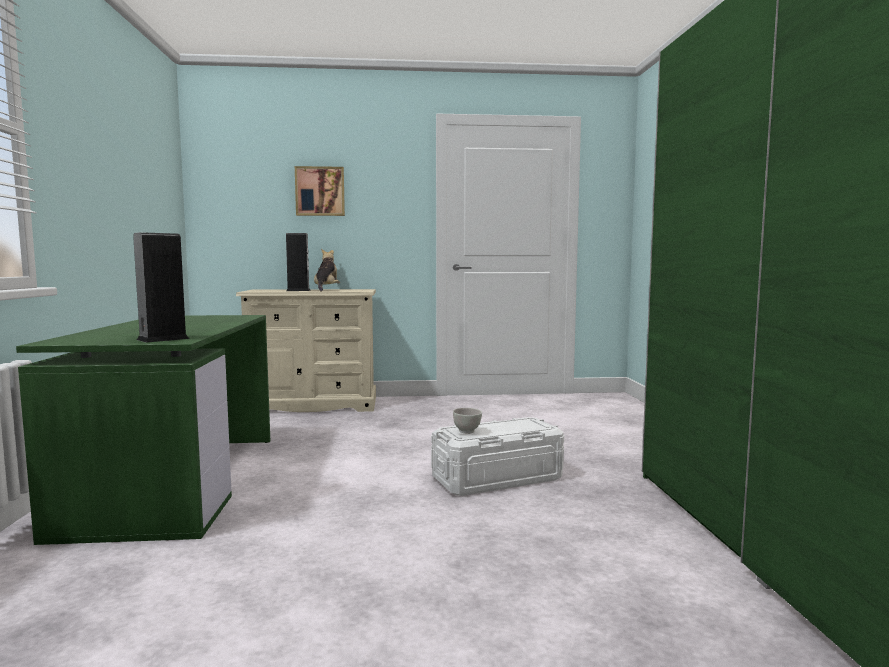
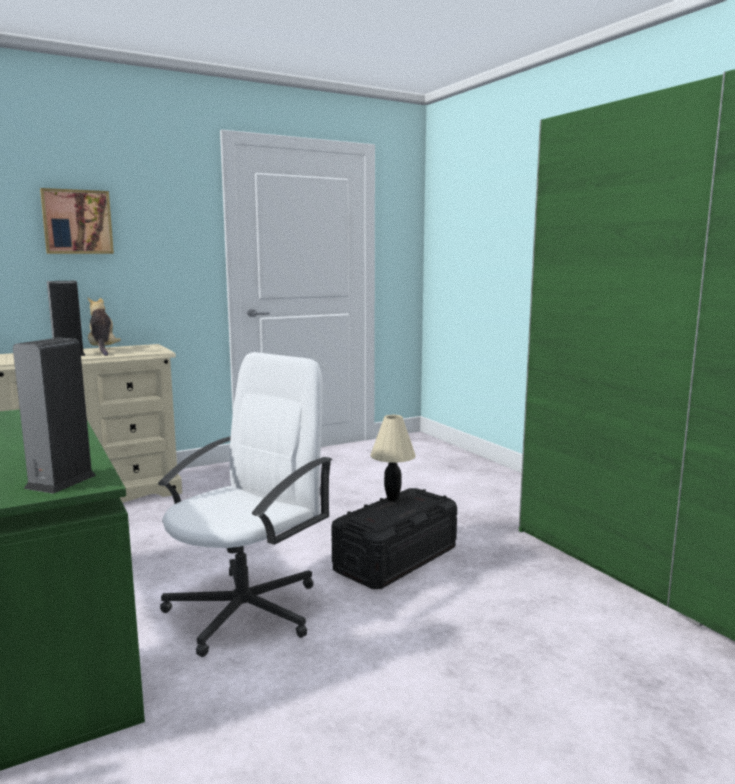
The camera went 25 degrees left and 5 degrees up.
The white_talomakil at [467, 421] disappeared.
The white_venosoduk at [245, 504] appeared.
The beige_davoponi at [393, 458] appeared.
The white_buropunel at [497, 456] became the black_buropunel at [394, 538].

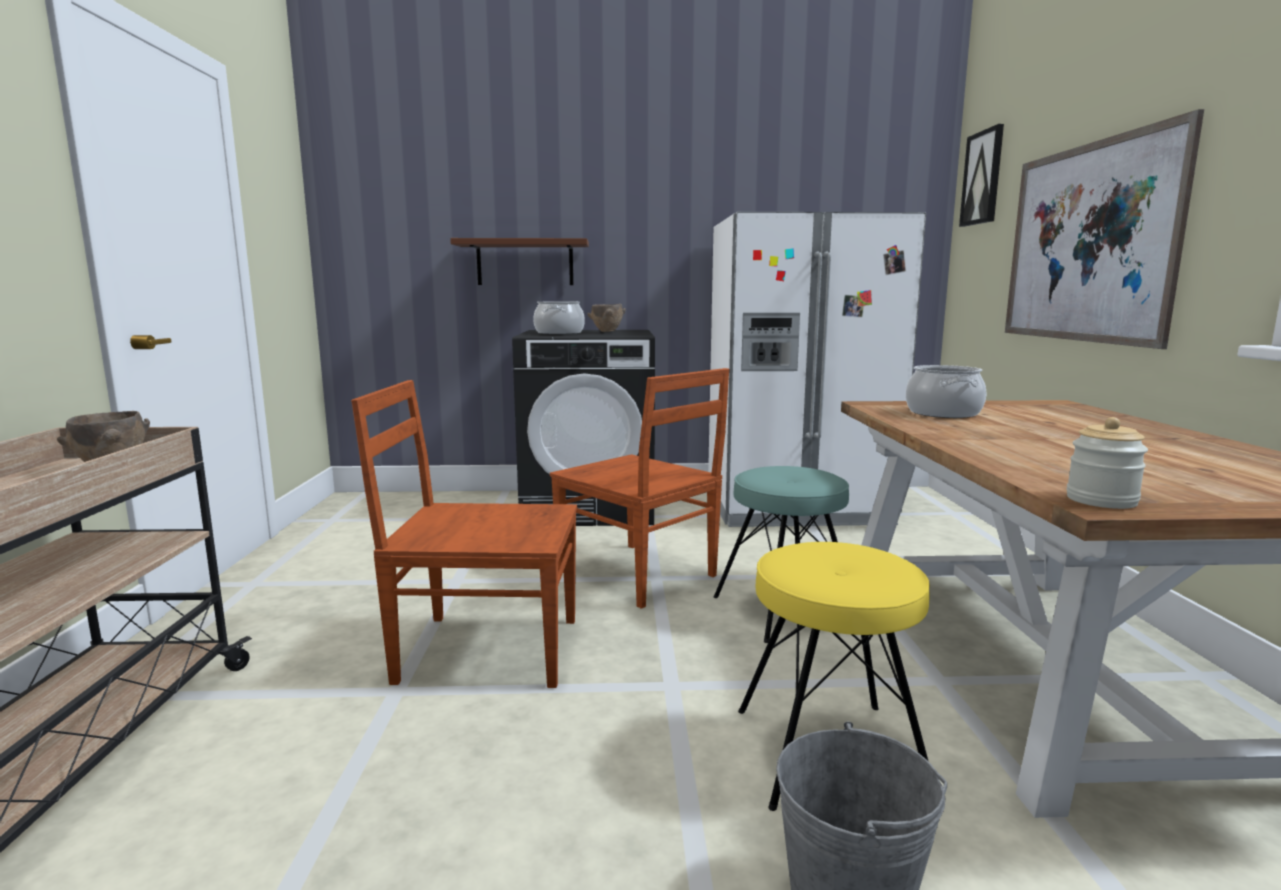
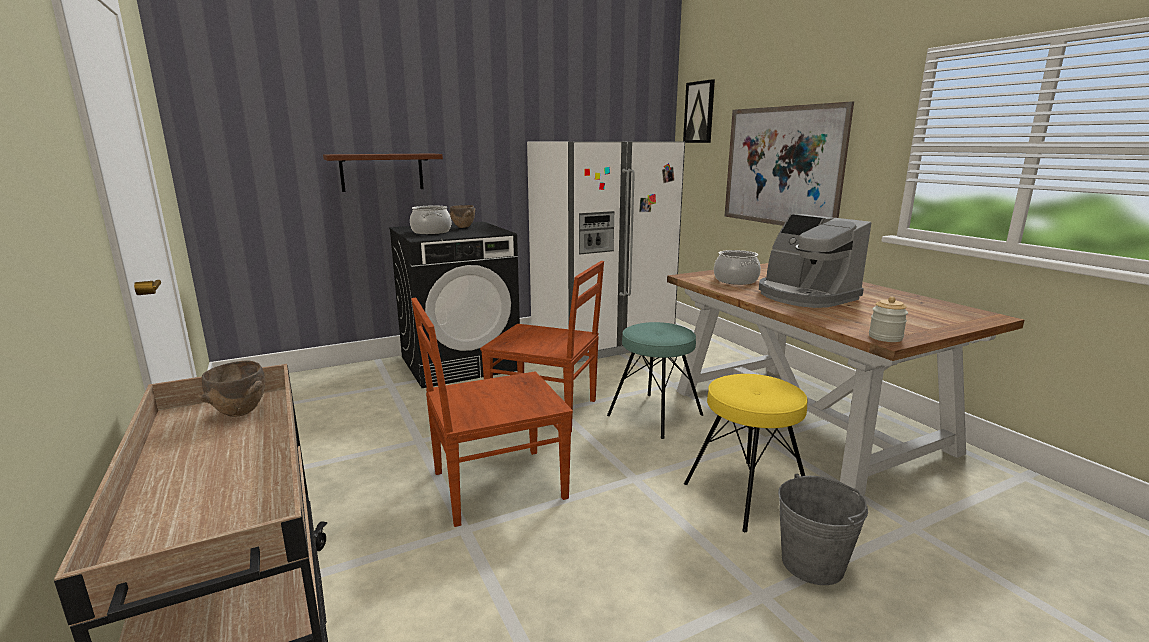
The camera went 25 degrees left and 5 degrees up.
The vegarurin at [815, 261] appeared.

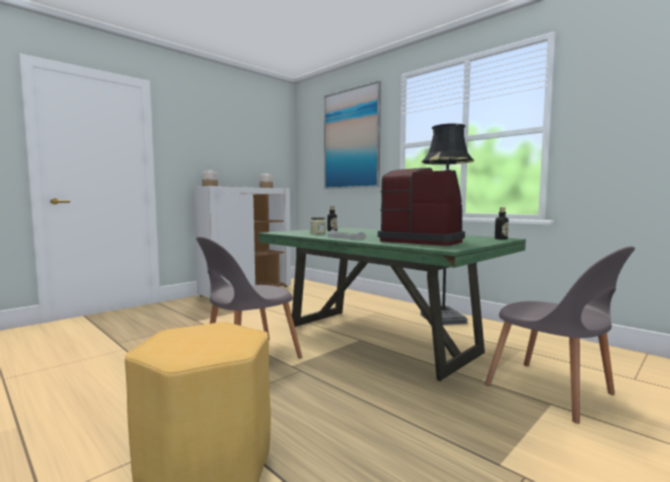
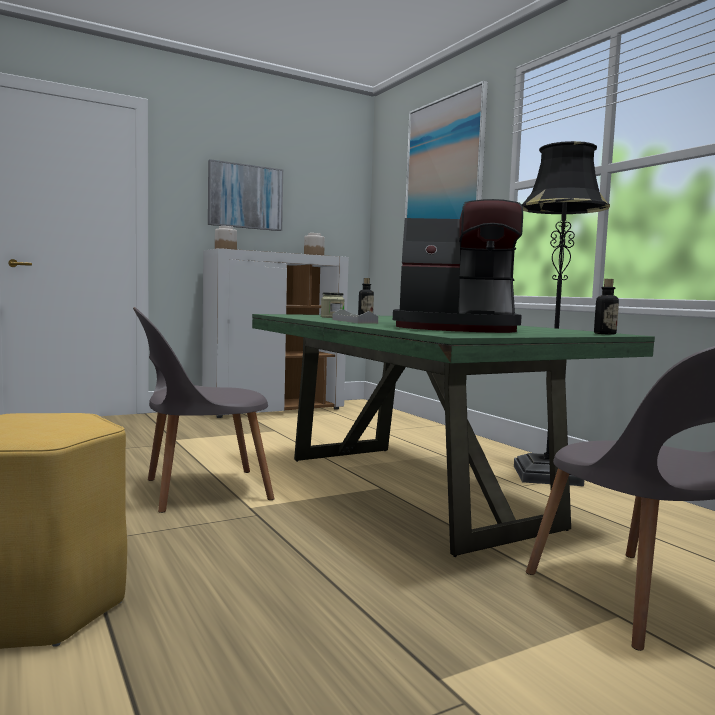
The camera went 15 degrees right and 0 degrees up.
The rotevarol at [245, 195] appeared.
The vegarurin at [421, 207] turned 135 degrees clockwise.

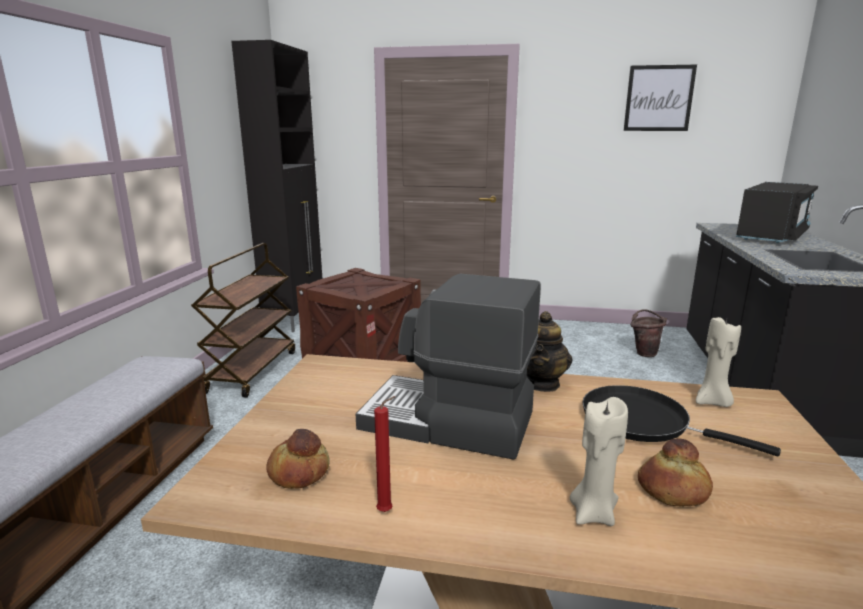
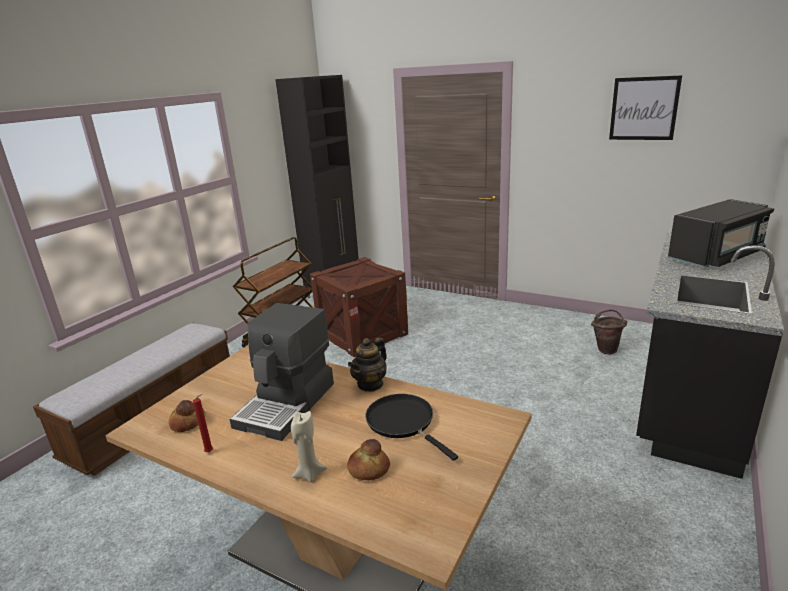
The camera went 20 degrees right and 5 degrees up.
The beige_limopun at [718, 362] disappeared.
The vegarurin at [448, 367] turned 105 degrees counterclockwise.

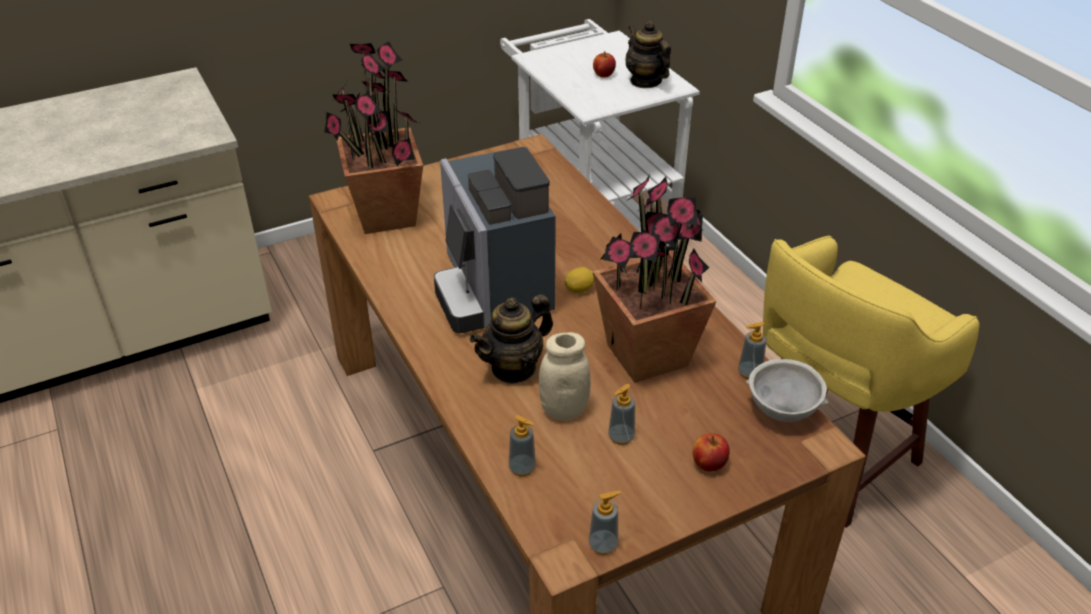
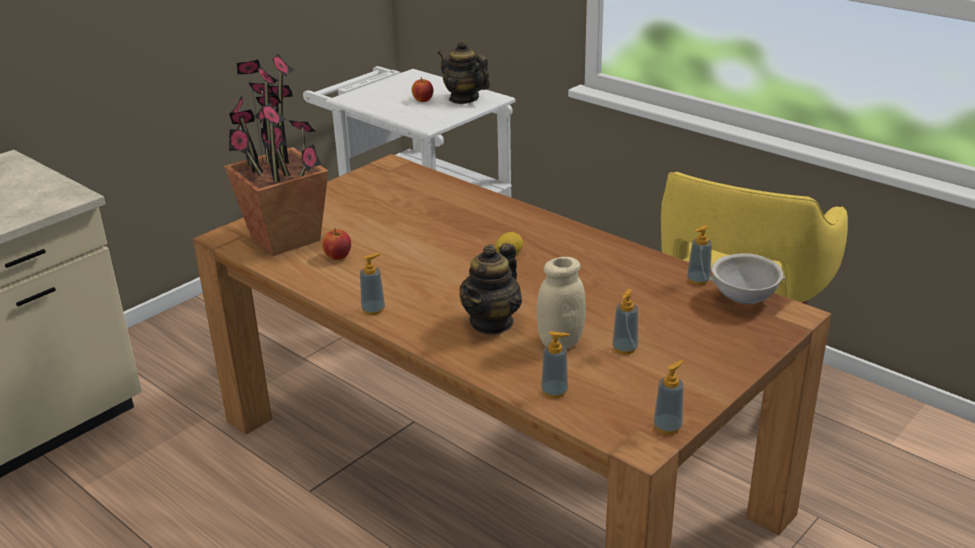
The camera went 20 degrees left and 10 degrees down.
The vegarurin at [495, 240] disappeared.
The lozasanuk at [654, 279] disappeared.
The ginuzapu at [372, 284] appeared.
The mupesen moved from [711, 452] to [336, 244].

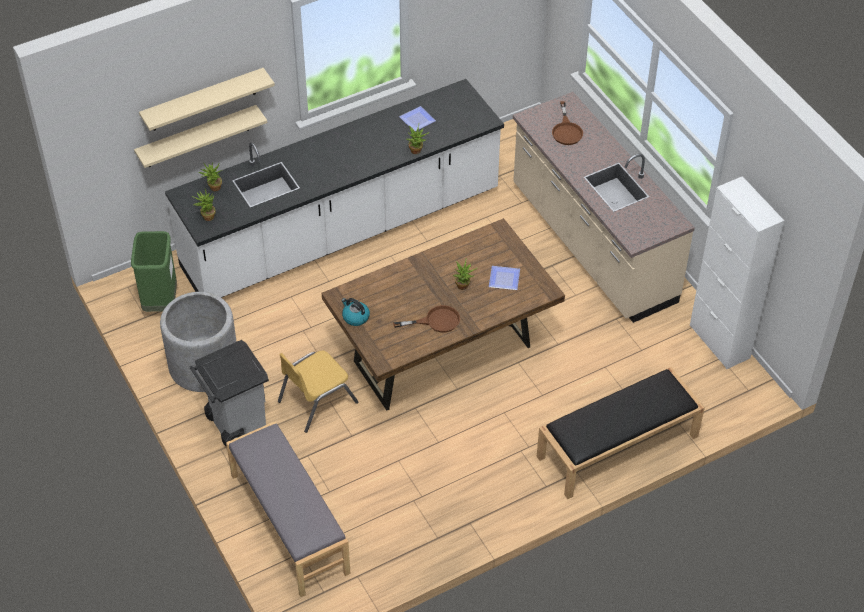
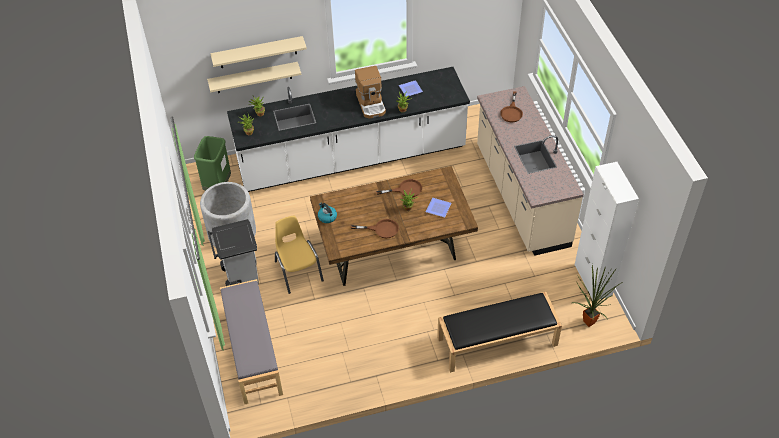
The camera went 15 degrees right and 0 degrees up.
The vegarurin at [370, 92] appeared.
The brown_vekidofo at [399, 188] appeared.
The lozasanuk at [597, 296] appeared.
The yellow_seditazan at [318, 392] turned 90 degrees clockwise.

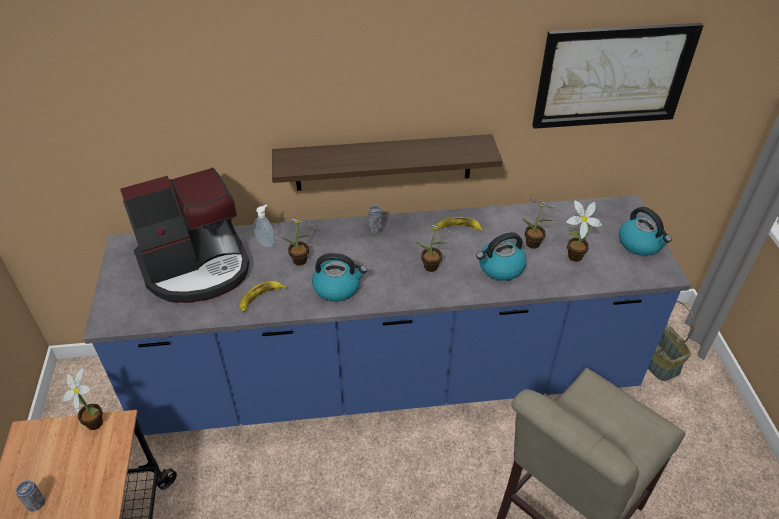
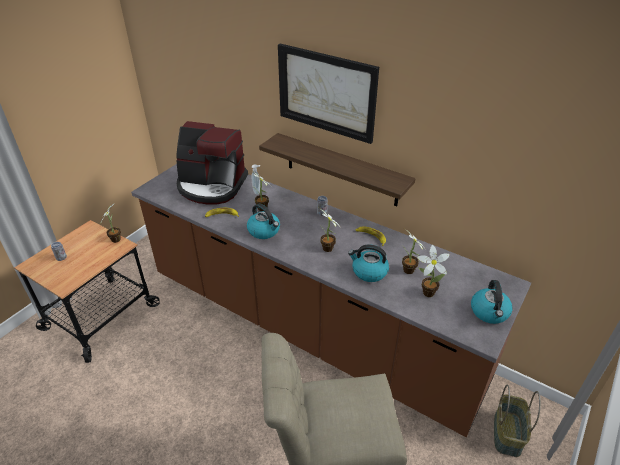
The camera went 40 degrees right and 5 degrees down.
The rotevarol moved from [618, 76] to [328, 93].
The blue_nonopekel at [387, 315] became the brown_nonopekel at [331, 300].

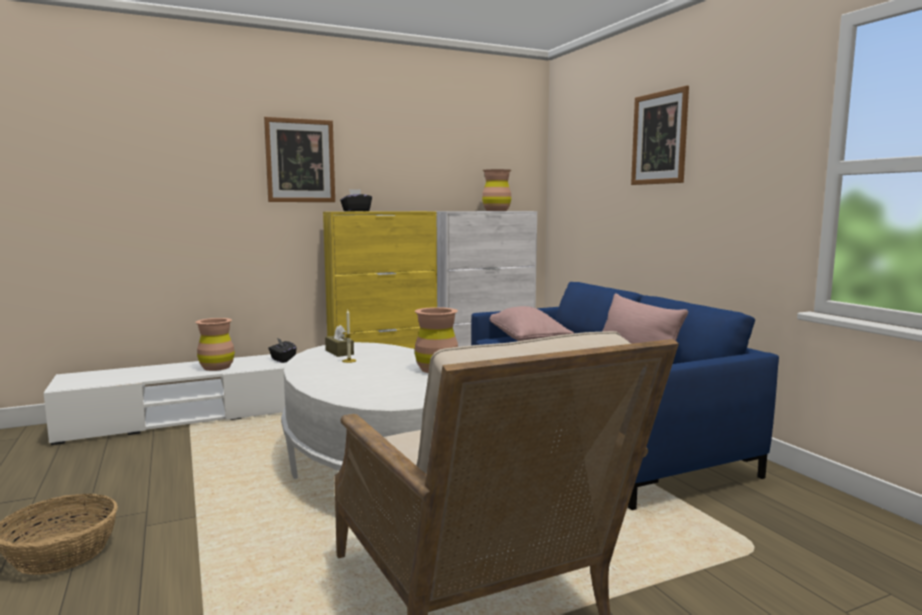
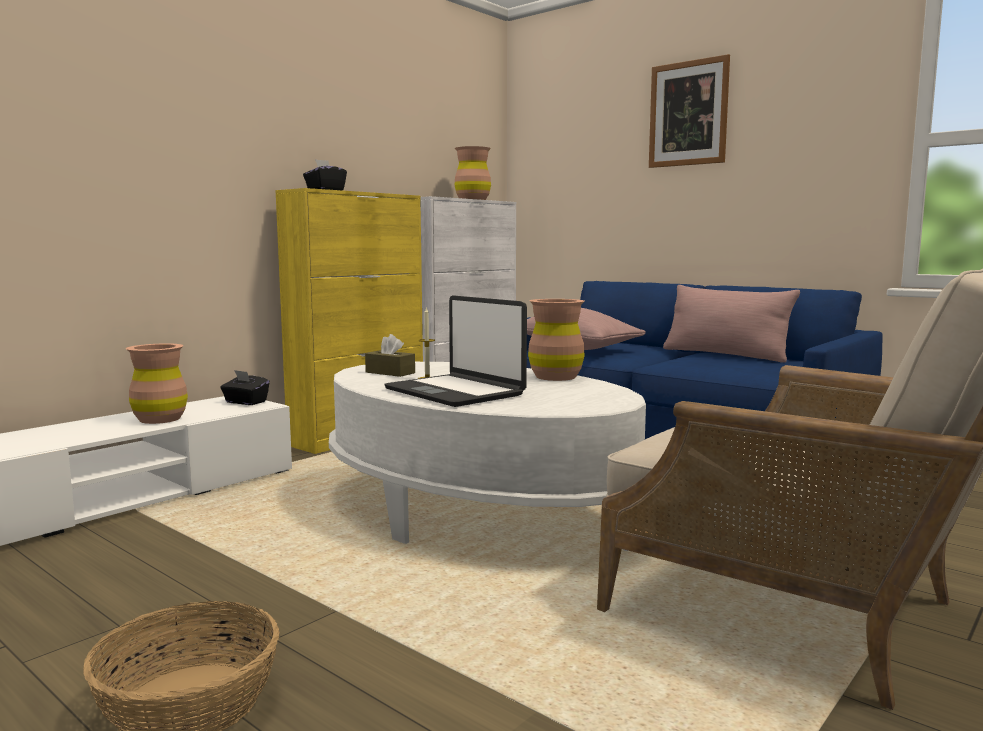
The camera went 25 degrees left and 0 degrees up.
The rotevarol at [299, 159] disappeared.
The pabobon at [455, 351] appeared.

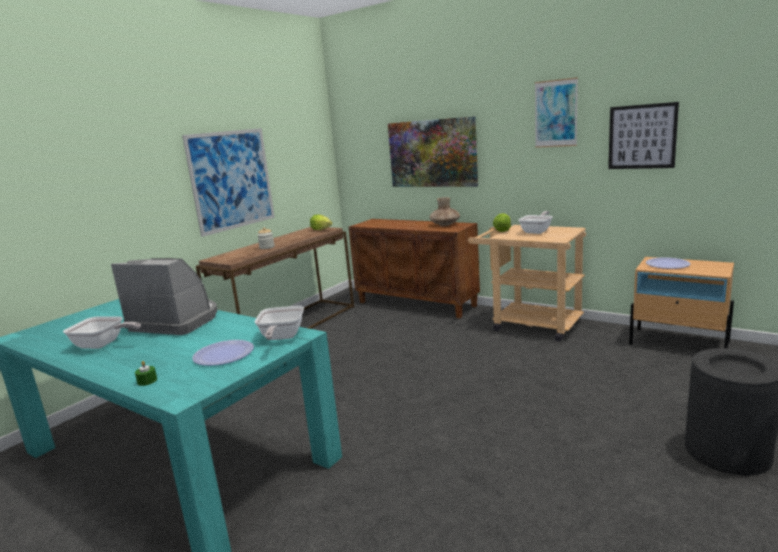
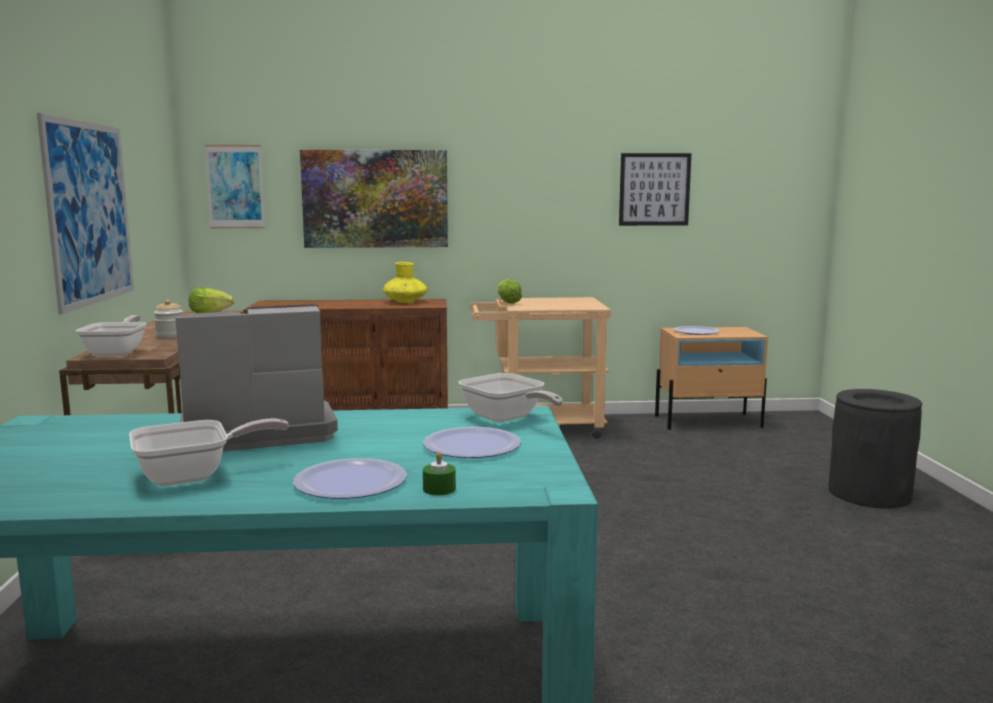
The camera went 40 degrees left and 5 degrees down.
The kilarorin at [350, 478] appeared.
The vekidofo moved from [535, 222] to [111, 335].
The rotevarol moved from [556, 112] to [235, 186].
The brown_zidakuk at [445, 211] became the yellow_zidakuk at [405, 282].

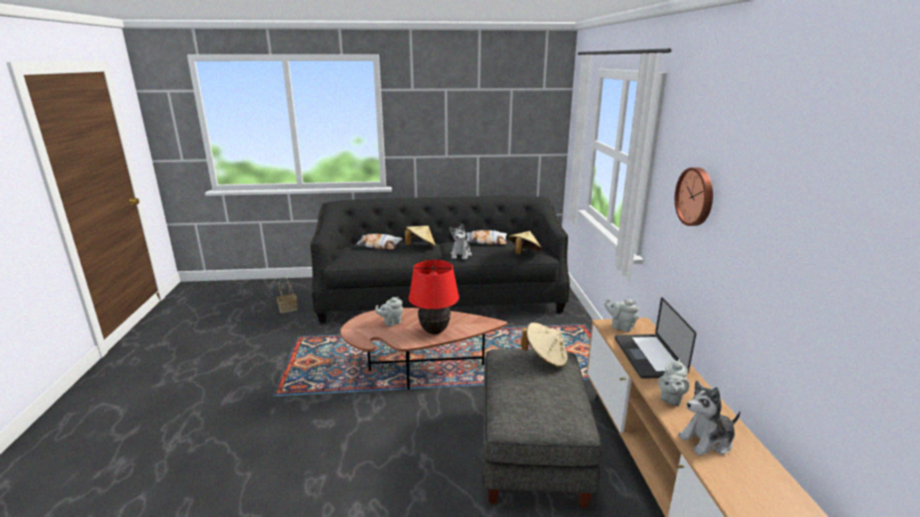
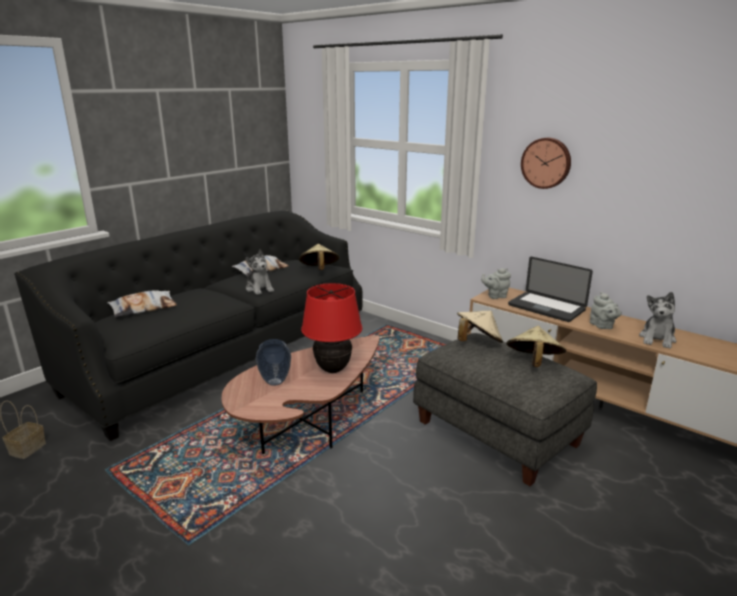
The camera went 45 degrees left and 0 degrees up.
The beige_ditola moved from [420, 236] to [536, 346].
The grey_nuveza at [389, 311] was replaced by the zidakuk at [273, 362].

